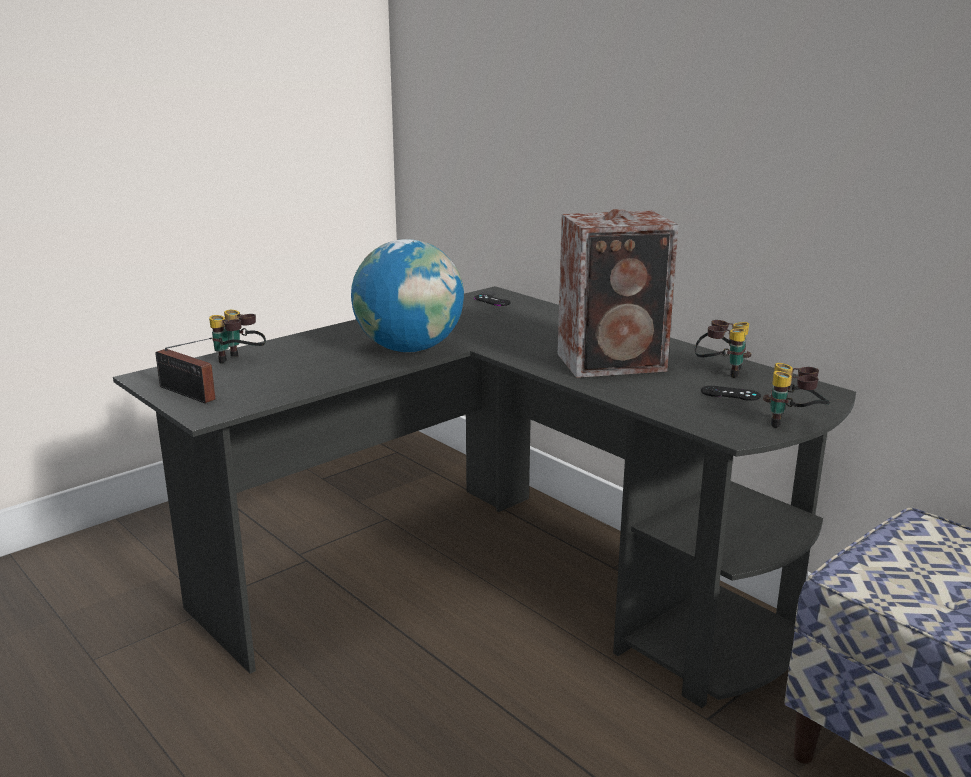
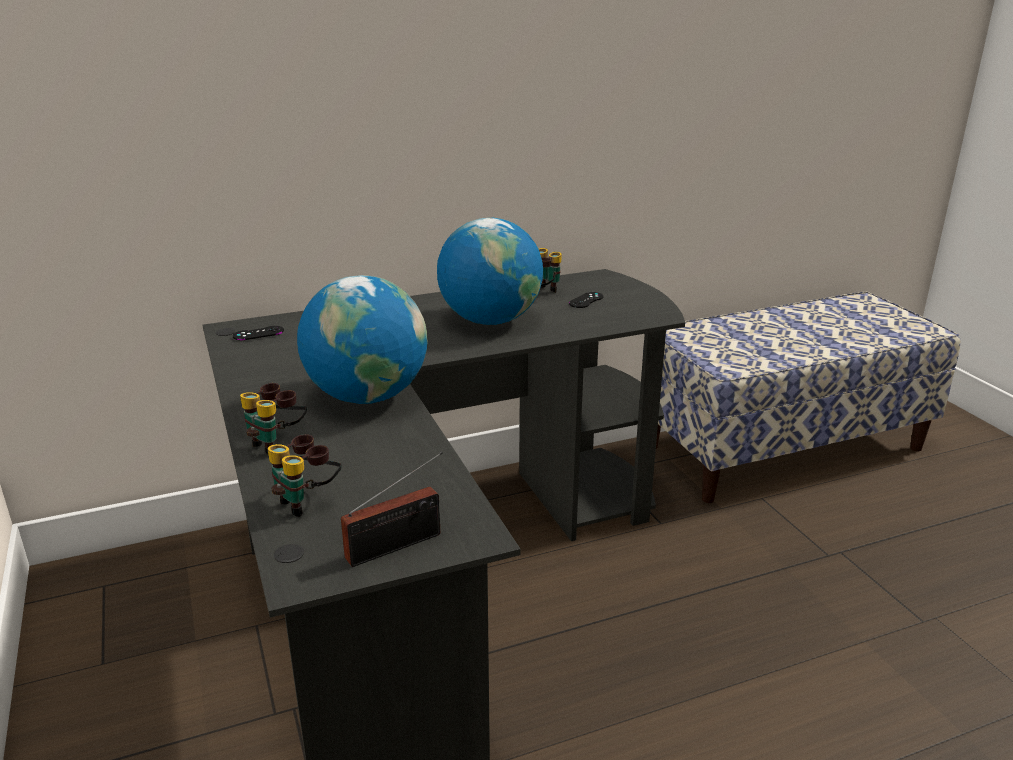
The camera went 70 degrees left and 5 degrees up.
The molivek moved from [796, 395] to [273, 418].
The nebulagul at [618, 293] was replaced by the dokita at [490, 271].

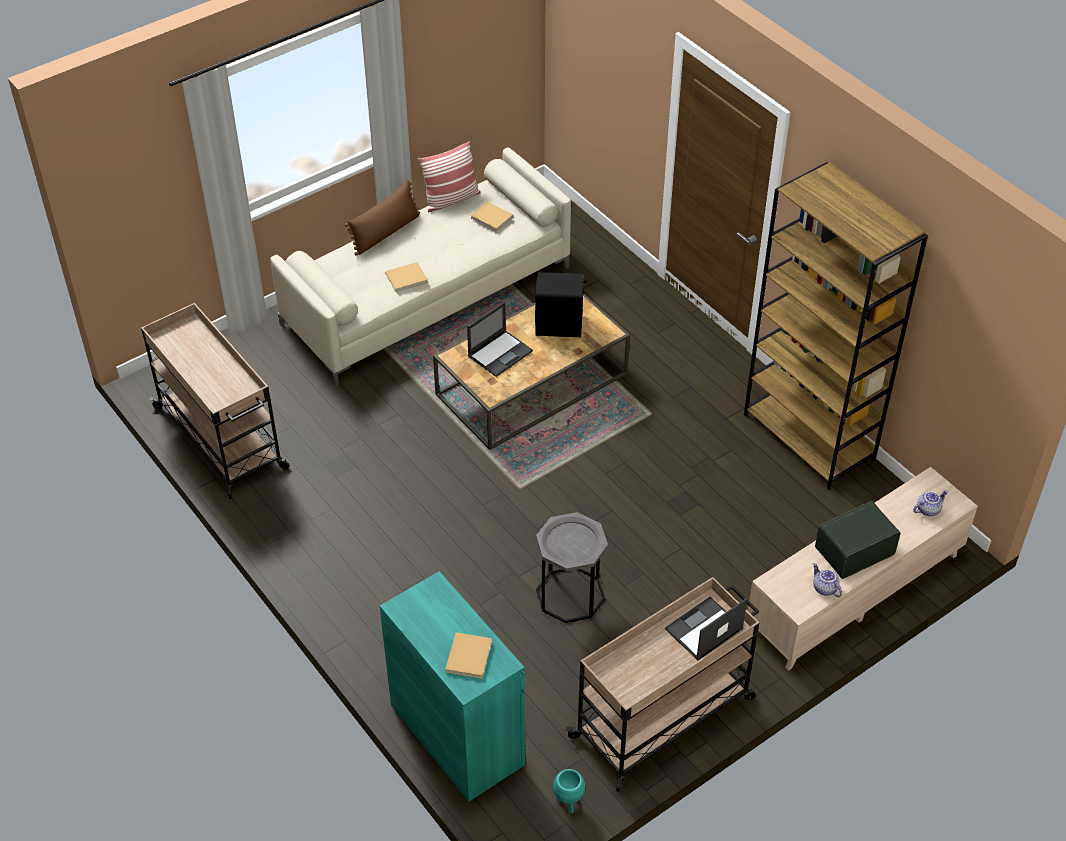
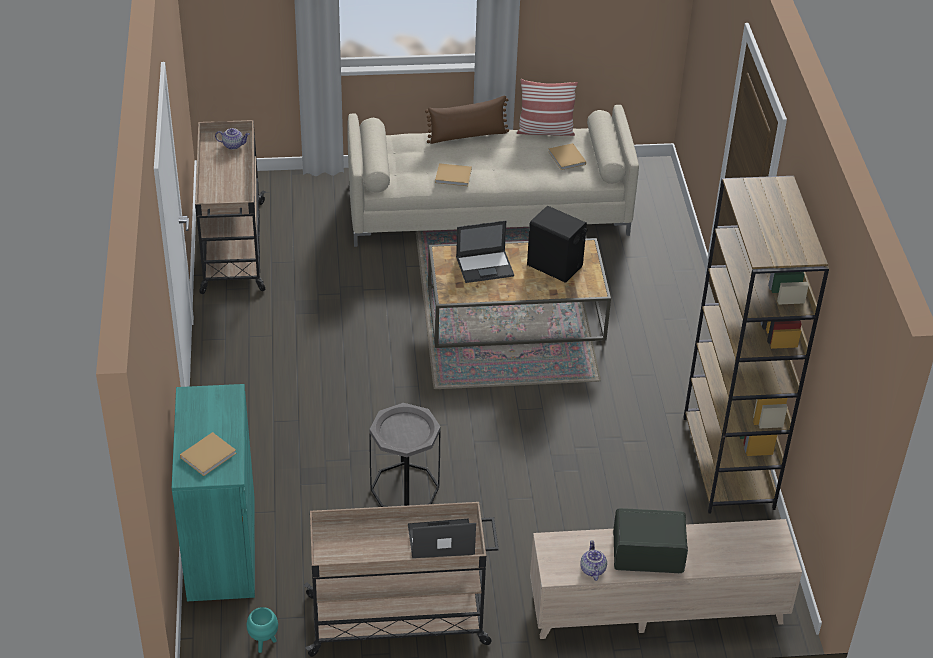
The camera went 30 degrees right and 5 degrees down.
The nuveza moved from [930, 503] to [232, 139].

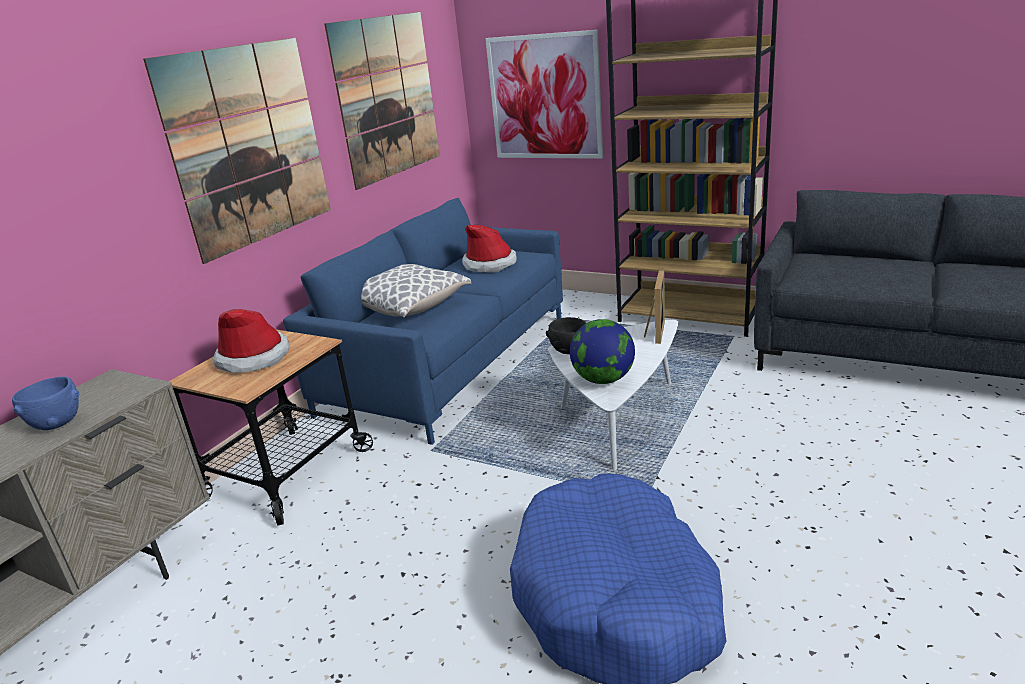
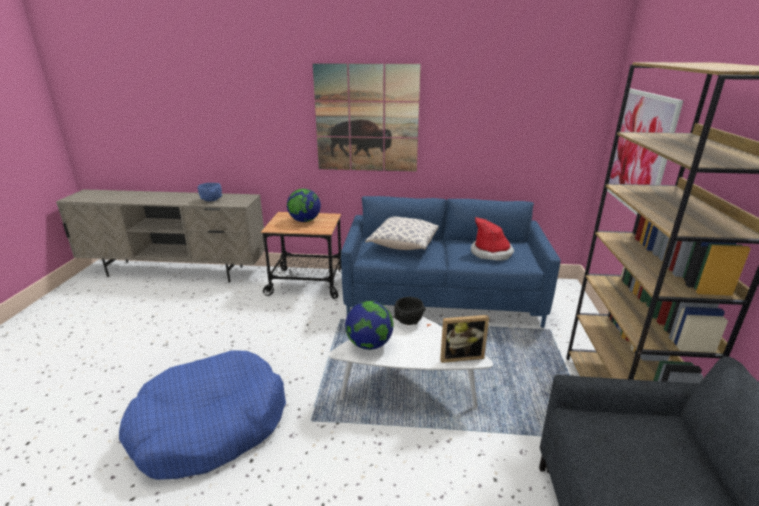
The camera went 65 degrees right and 0 degrees up.
The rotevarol at [382, 101] disappeared.
The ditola at [251, 341] was replaced by the dokita at [304, 205].

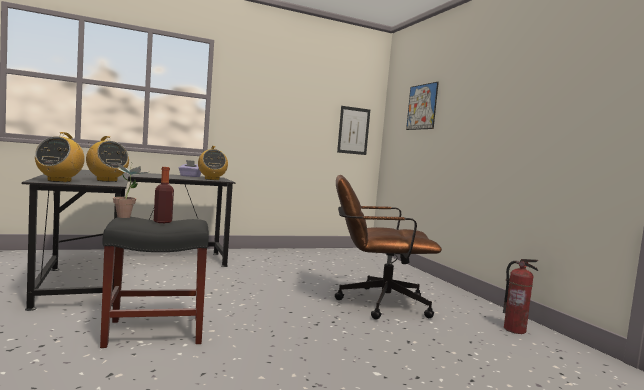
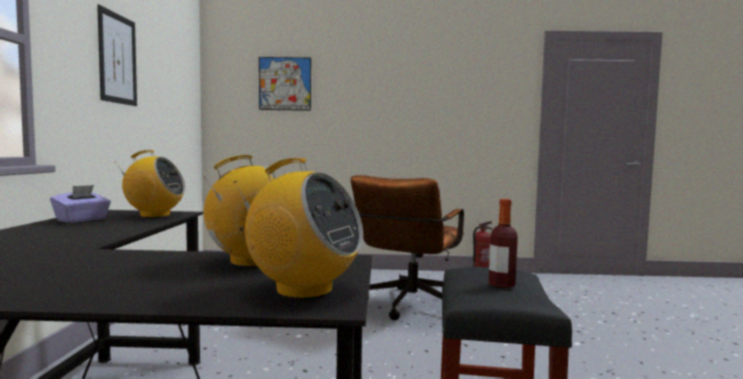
The camera went 65 degrees left and 0 degrees up.
The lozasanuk at [131, 190] disappeared.
The rotevarol moved from [353, 130] to [117, 55].

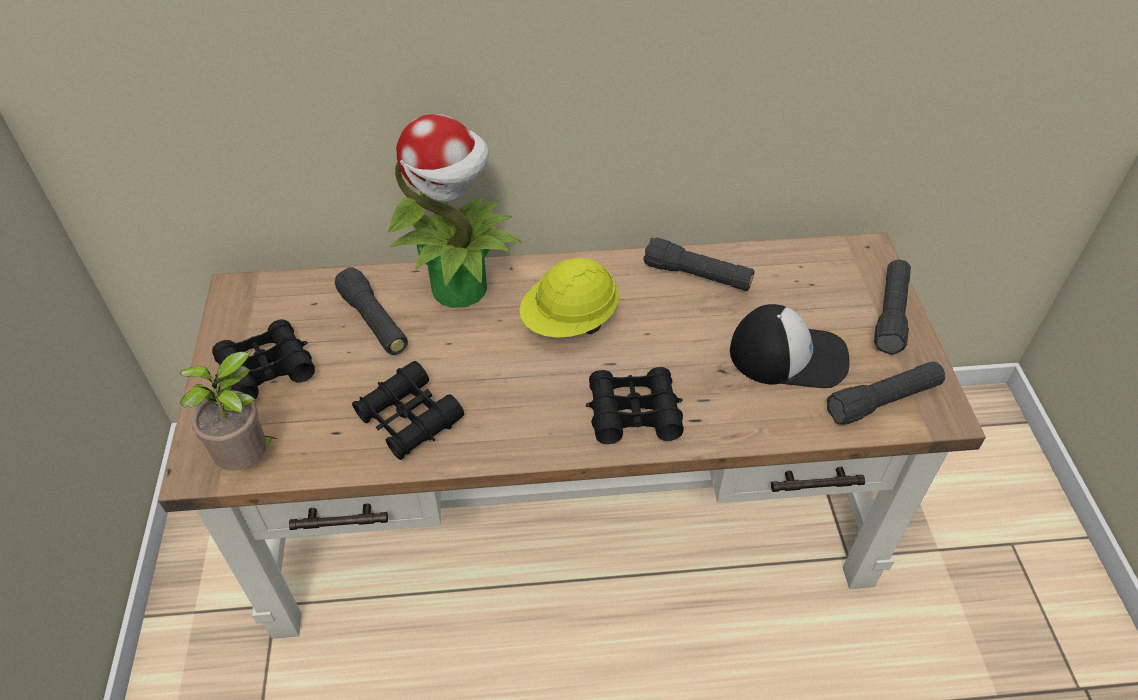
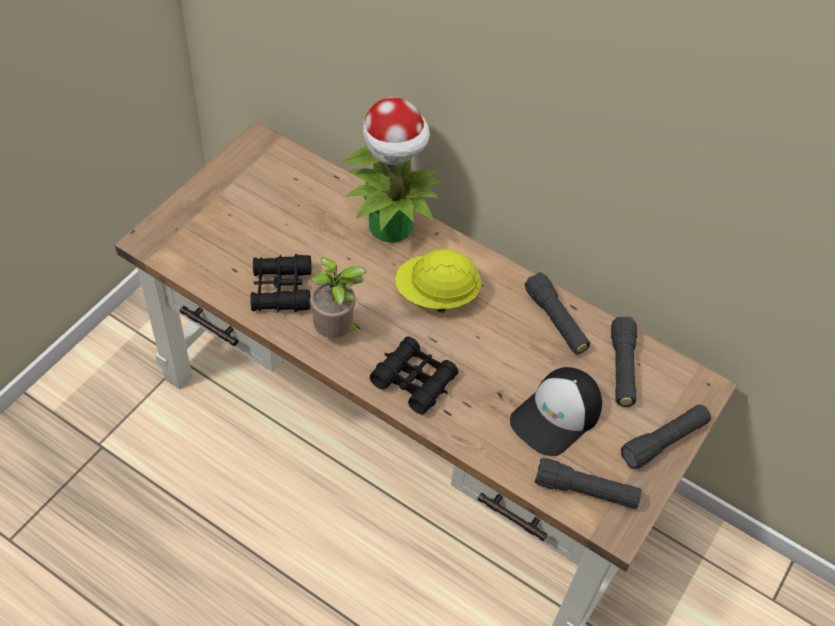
The camera went 35 degrees right and 5 degrees up.
The black_molivek at [263, 359] disappeared.
The lozasanuk moved from [228, 411] to [338, 297].
The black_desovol moved from [371, 311] to [624, 362].
The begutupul at [790, 346] turned 90 degrees clockwise.

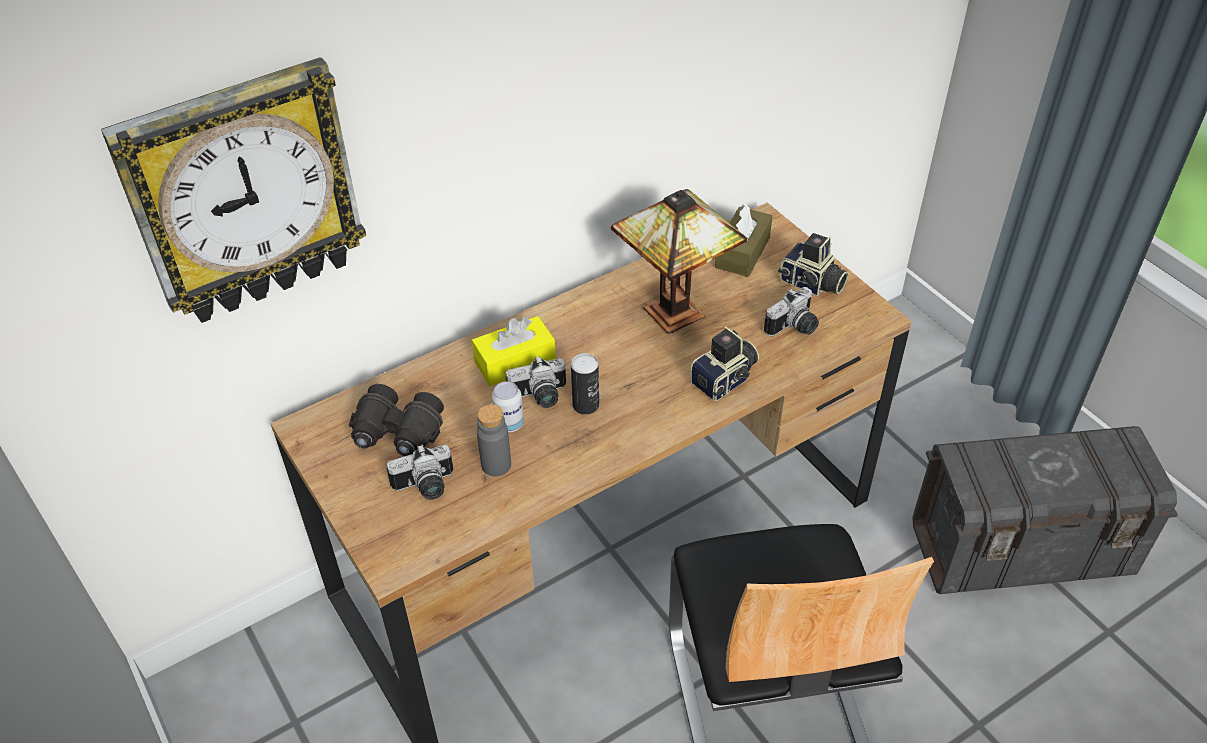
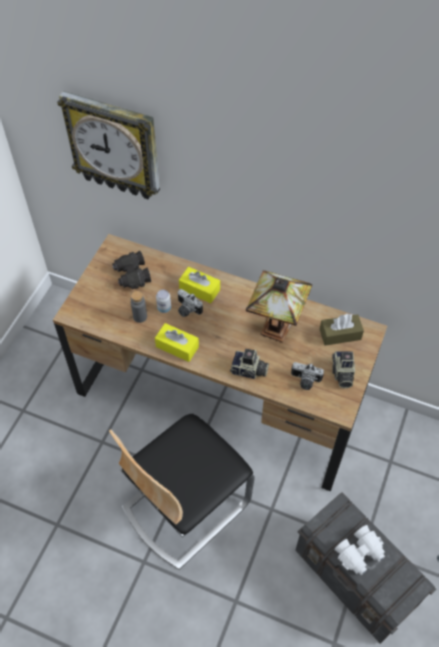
The camera went 55 degrees right and 10 degrees up.
The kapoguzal at [420, 472] disappeared.
The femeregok at [585, 384] disappeared.
The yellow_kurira at [177, 342] appeared.
The white_molivek at [360, 550] appeared.

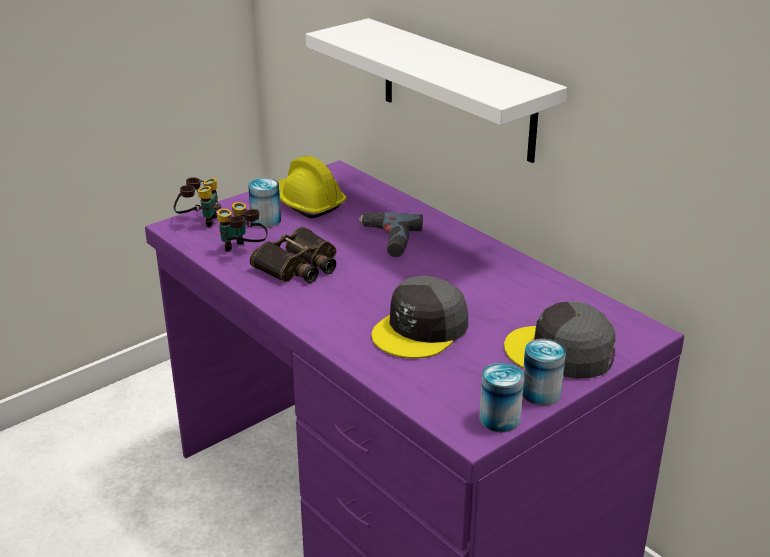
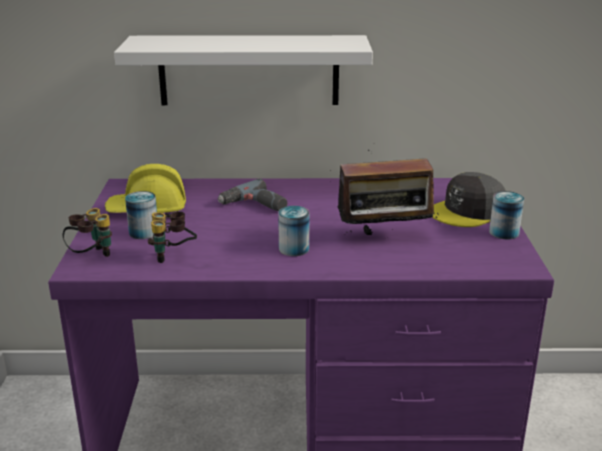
The camera went 50 degrees left and 5 degrees down.
The molivek at [292, 255] disappeared.
The femeregok moved from [501, 397] to [293, 231].
The grey_begutupul at [420, 316] was replaced by the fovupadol at [388, 189].

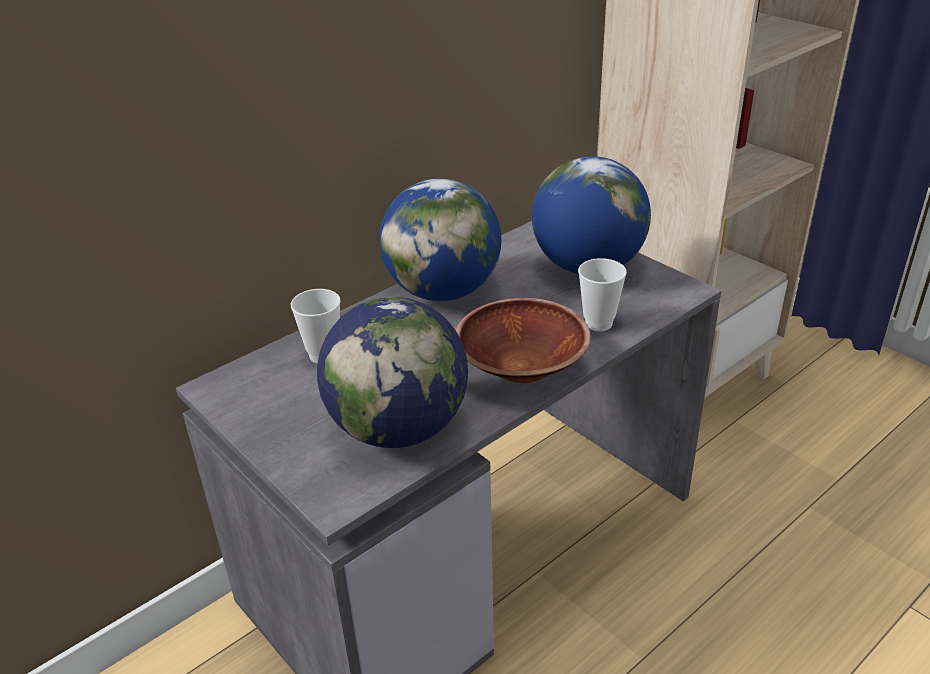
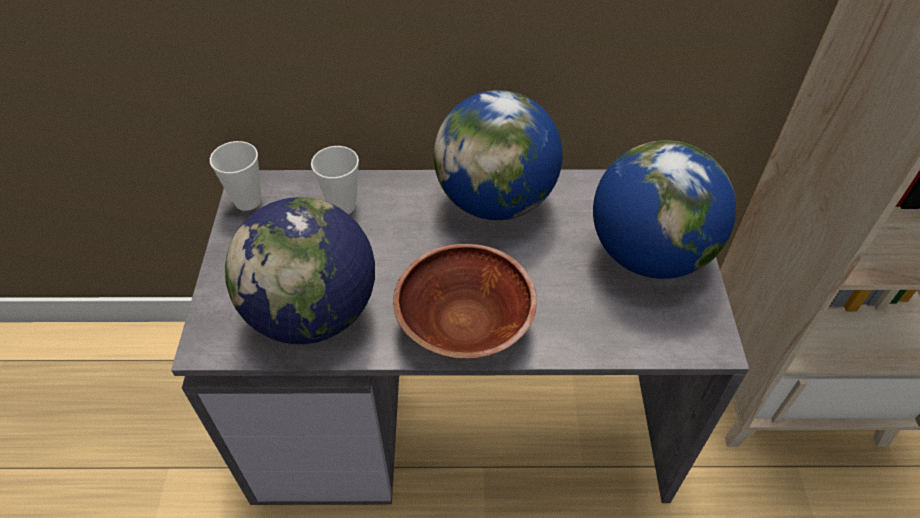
The camera went 40 degrees right and 15 degrees up.
The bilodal moved from [602, 294] to [235, 176].

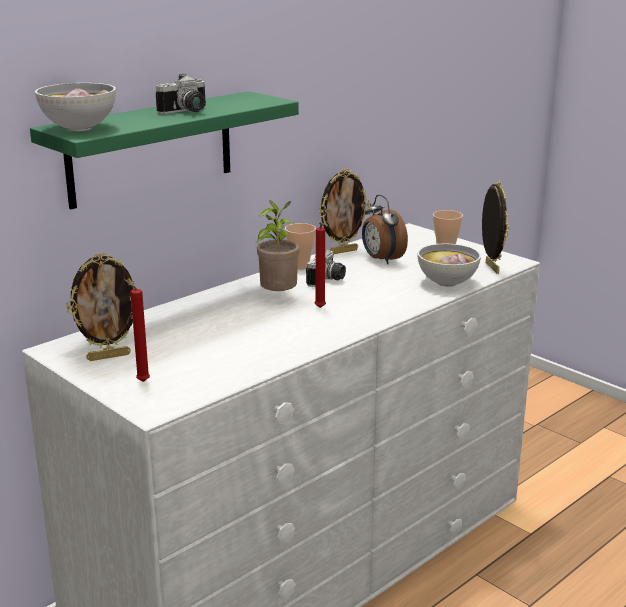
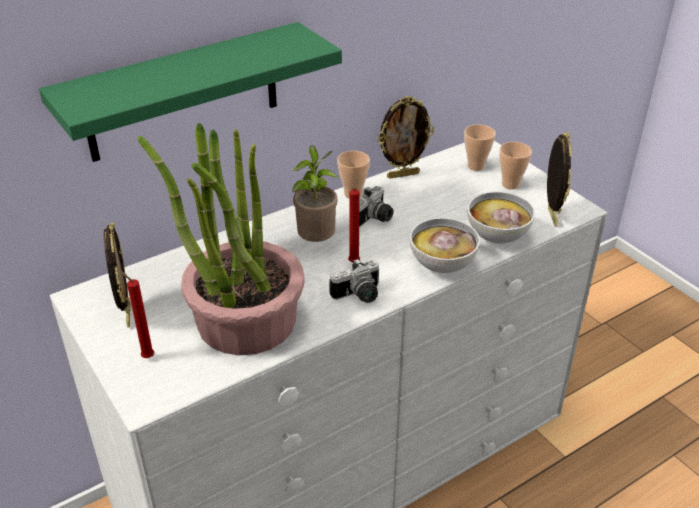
The camera went 10 degrees right and 15 degrees up.
The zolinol at [385, 229] disappeared.
The lozasanuk at [221, 239] appeared.
The bilodal at [480, 147] appeared.
The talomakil moved from [75, 107] to [445, 245].
The kapoguzal moved from [181, 94] to [354, 281].
The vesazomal at [100, 307] turned 90 degrees counterclockwise.

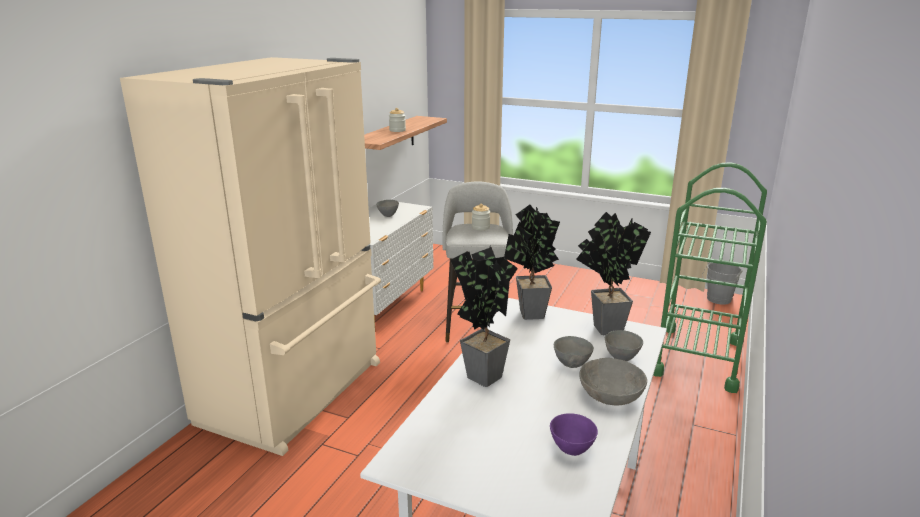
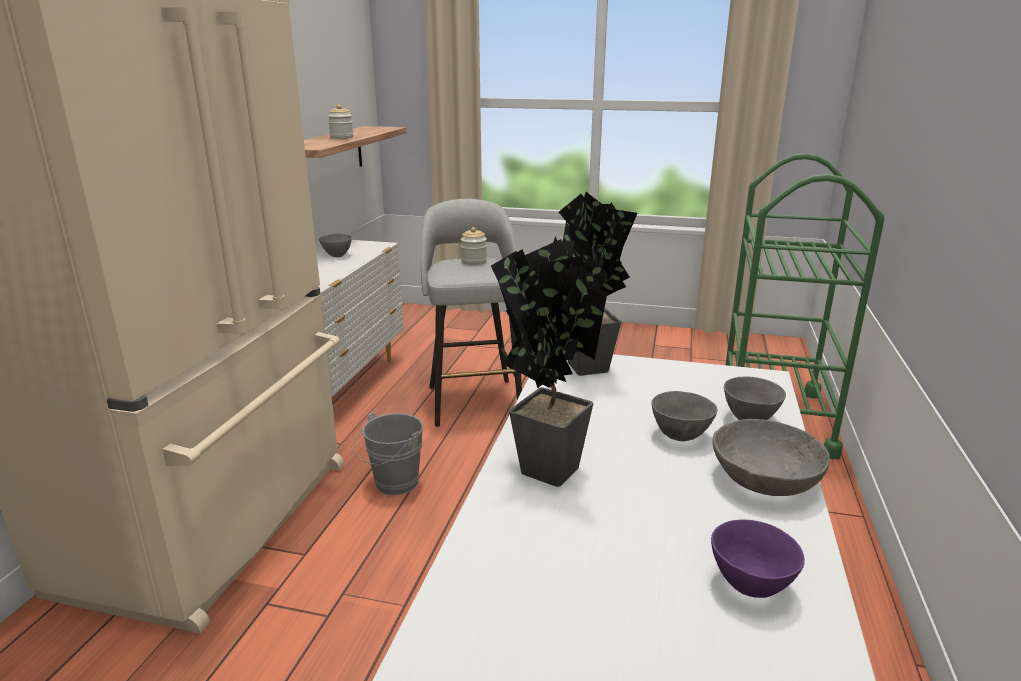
The camera went 10 degrees left and 0 degrees up.
The lozasanuk at [613, 273] disappeared.
The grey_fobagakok moved from [722, 283] to [388, 453].

